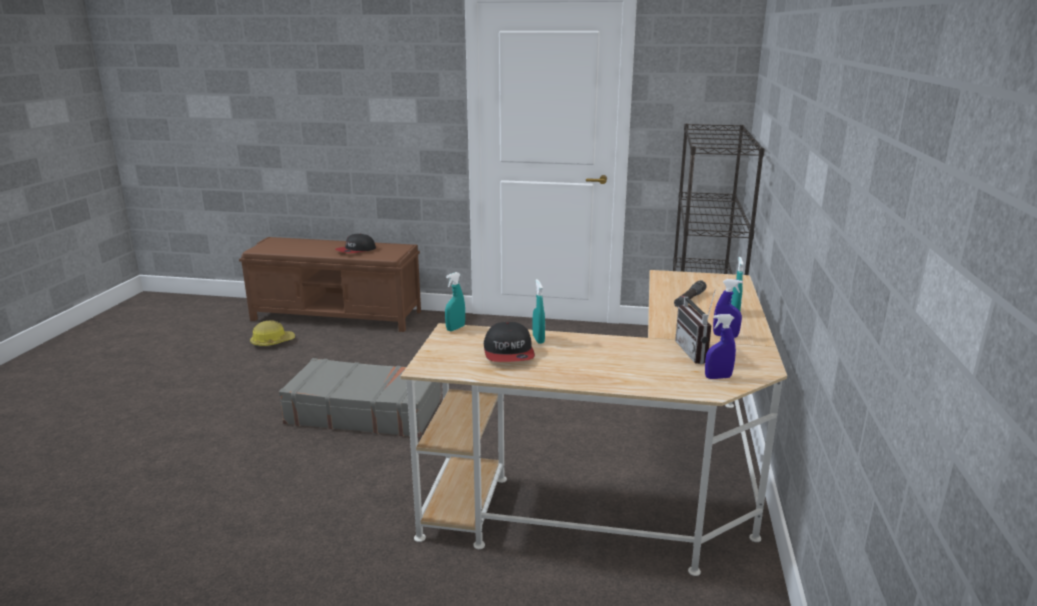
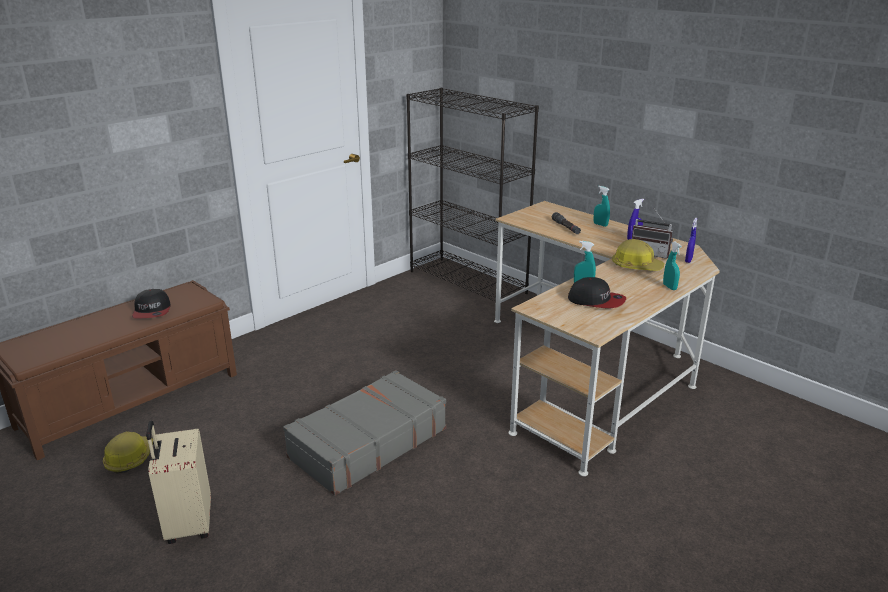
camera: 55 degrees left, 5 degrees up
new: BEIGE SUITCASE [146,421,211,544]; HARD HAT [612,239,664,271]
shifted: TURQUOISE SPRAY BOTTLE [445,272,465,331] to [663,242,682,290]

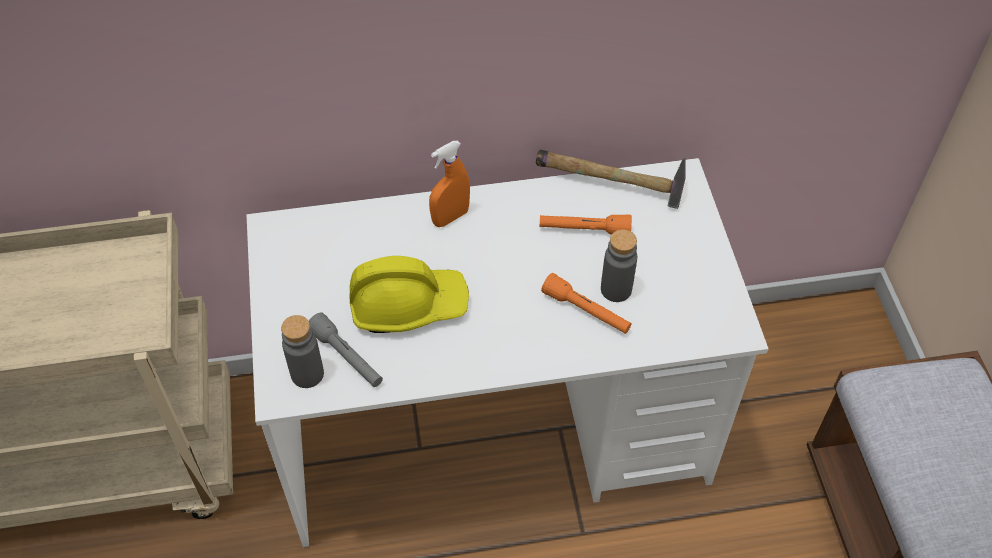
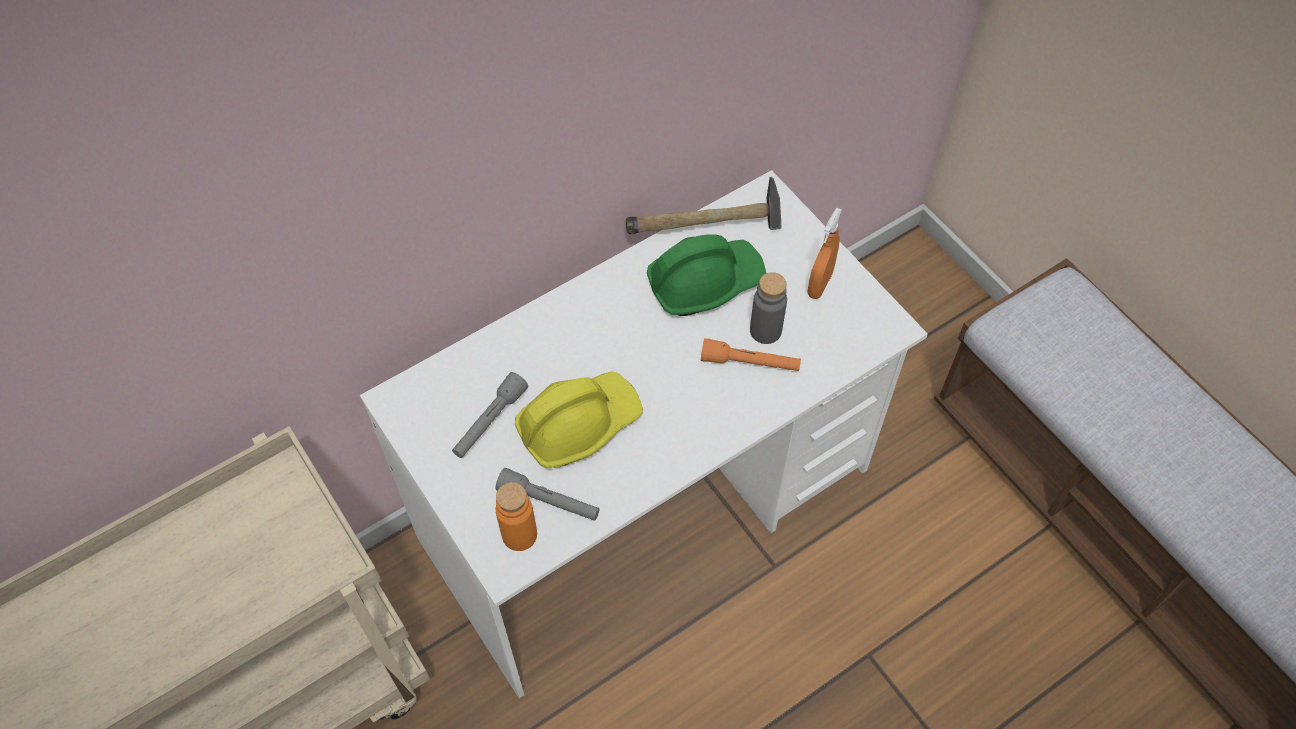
camera: 25 degrees left, 5 degrees up
new: GREY FLASHLIGHT [452,372,528,458]
shifted: ORANGE SPRAY BOTTLE [429,141,470,227] to [808,208,842,299]
swapped: ORANGE FLASHLIGHT [539,215,632,235] to GREEN HARD HAT [647,234,766,316]
repainted: GREY BOTTLE [281,315,324,388] to ORANGE BOTTLE [496,482,537,551]

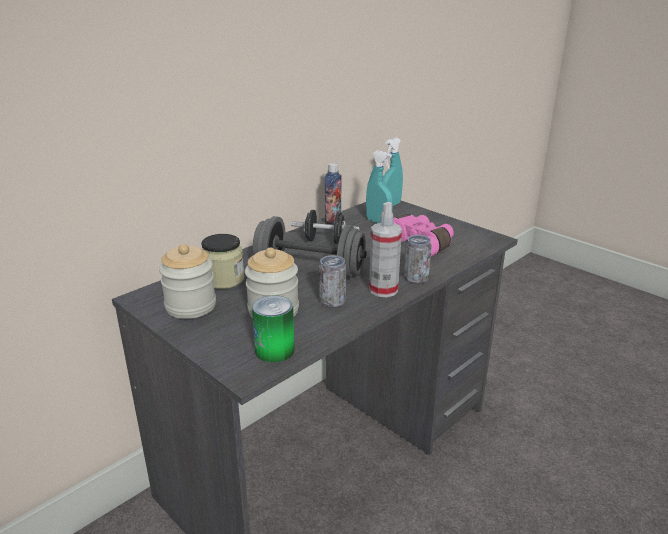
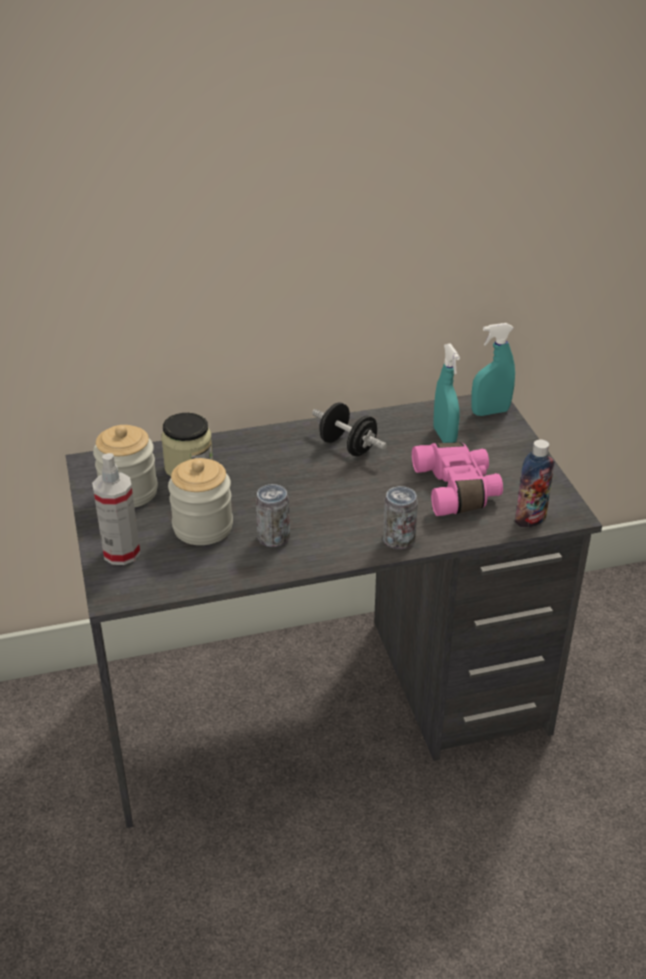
camera: 30 degrees right, 10 degrees up
gone: CAN [252,295,295,363]; GREY DUMBBELL [253,216,367,279]
shifted: BOTTLE [325,163,342,225] to [515,440,555,527]; SPRAY BOTTLE [369,202,402,297] to [92,453,140,565]

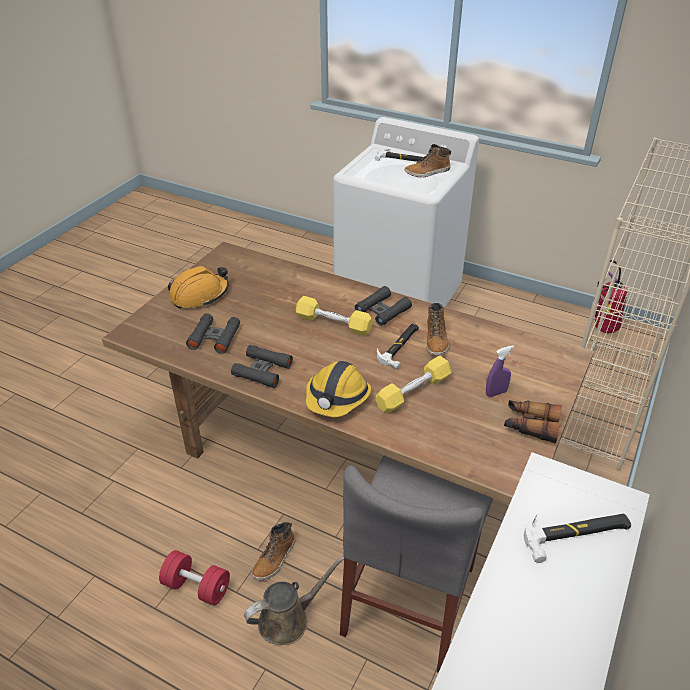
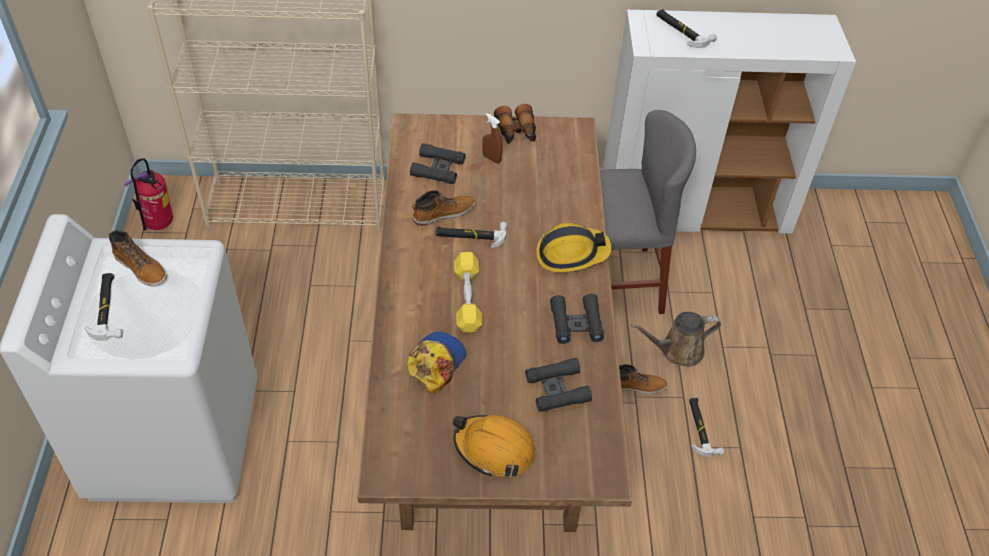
camera: 120 degrees left, 10 degrees up
gone: YELLOW DUMBBELL [376,355,452,413]
new: CAP [407,331,467,394]
shifted: BLACK BINOCULARS [355,286,412,326] to [410,143,466,184]
swapped: RED DUMBBELL [159,550,230,605] to HAMMER [689,398,724,457]
repainted: PURPLE SPRAY BOTTLE [486,346,514,397] to BROWN SPRAY BOTTLE [482,113,503,163]
rotated: BROWN WATERING CAN [244,556,344,645] = [631,312,721,367] 45 degrees counterclockwise

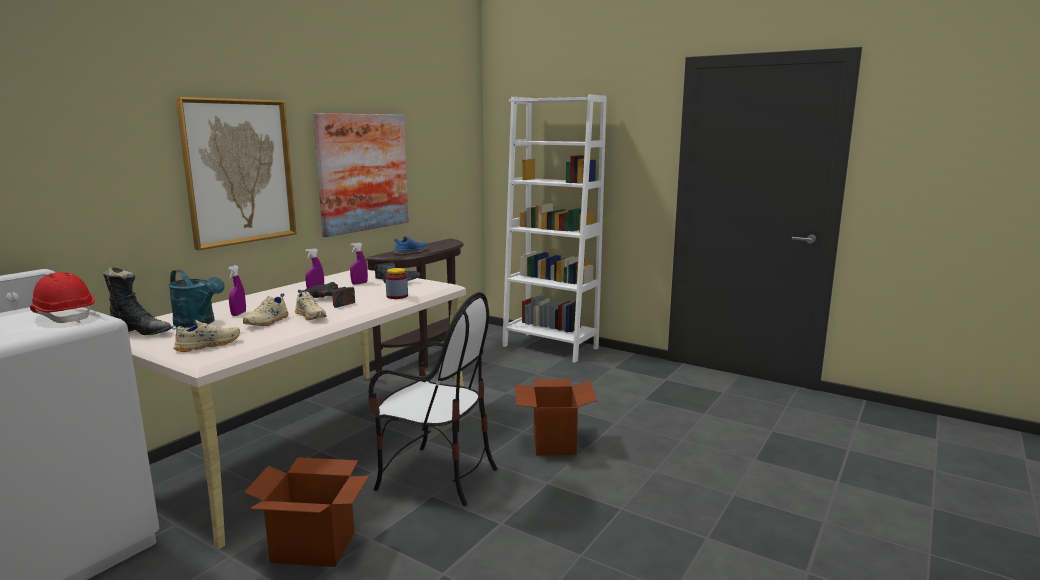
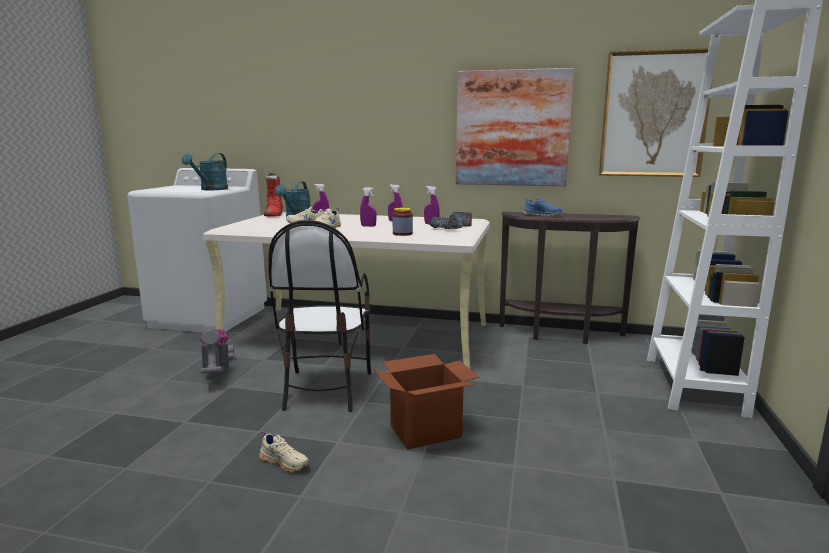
camera: 70 degrees right, 0 degrees up
shifted: BEIGE SHOE [172,320,240,352] to [259,431,309,472]; PICTURE [175,97,297,250] to [599,48,713,177]
swapped: RED HARD HAT [30,272,95,323] to TURQUOISE WATERING CAN [182,153,228,190]; CARDBOARD BOX [244,457,369,567] to VACUUM CLEANER [199,329,235,374]; POWER DRILL [301,282,355,308] to PURPLE SPRAY BOTTLE [360,188,376,227]
repainted: BLACK BOOT [102,267,172,335] to RED BOOT [264,173,283,217]

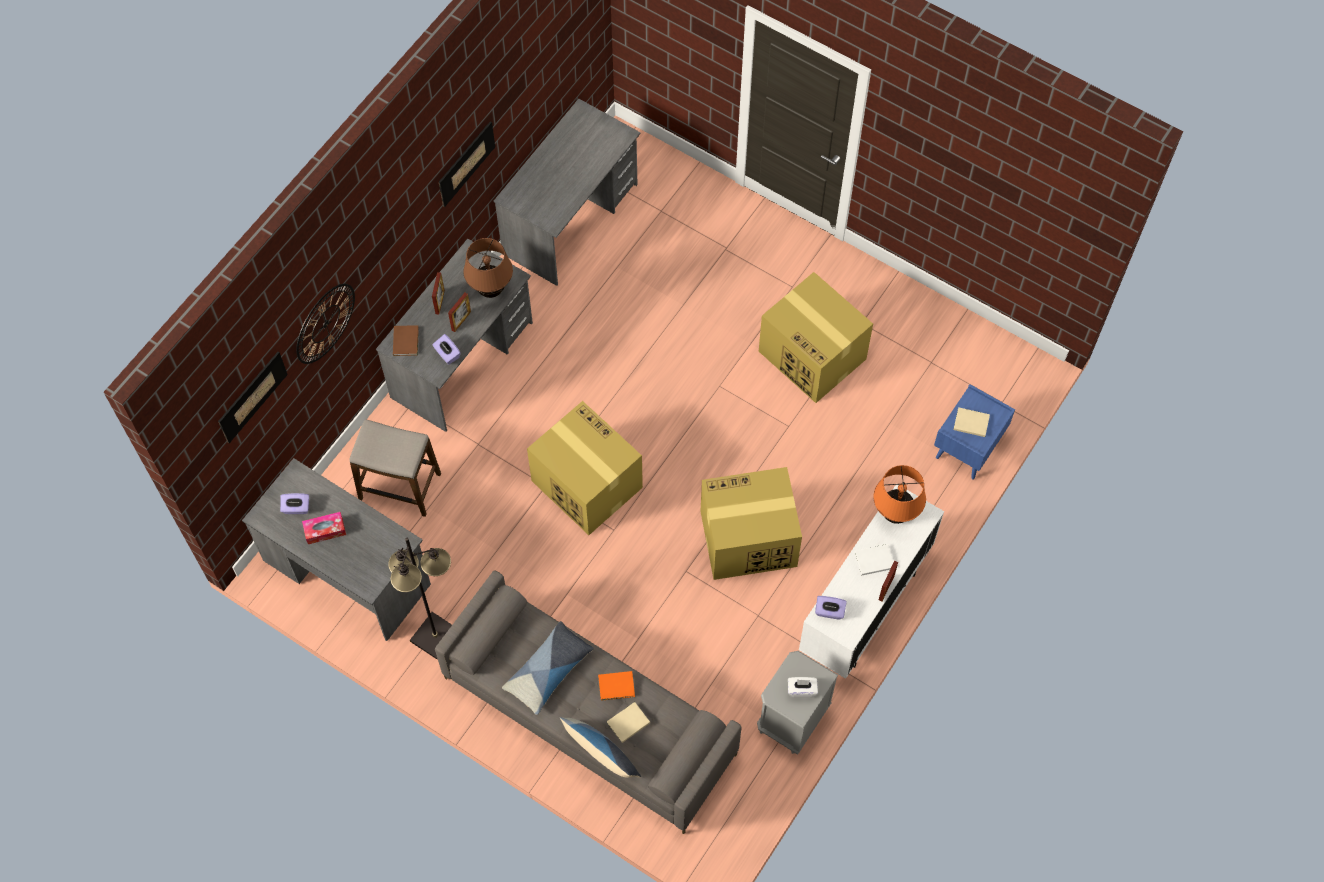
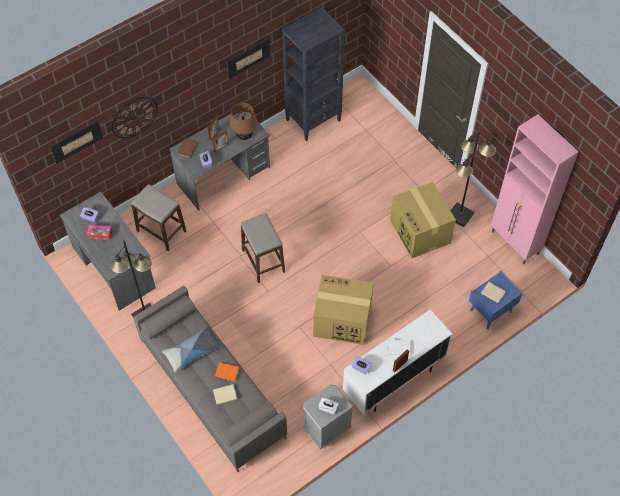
camera: 20 degrees right, 5 degrees down
gone: PILLOW [560,717,641,778]; ORANGE TABLE LAMP [873,465,926,524]
new: BLACK FLOOR LAMP [451,130,496,227]; PINK CABINET [491,114,579,264]
swapped: GREY DESK [493,98,640,286] to BLACK BOOKCASE [282,7,345,141]; CARDBOARD BOX [527,401,643,535] to STOOL [241,213,285,283]

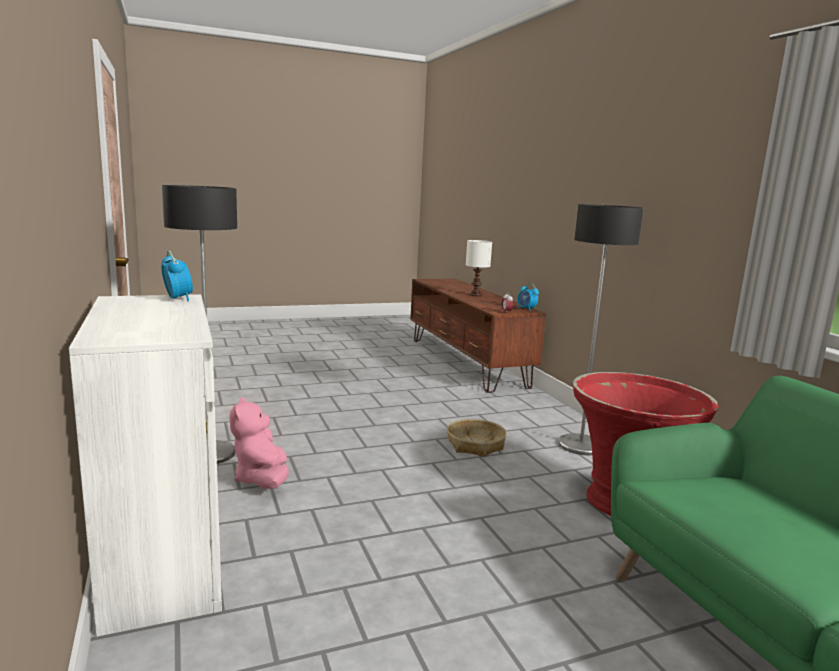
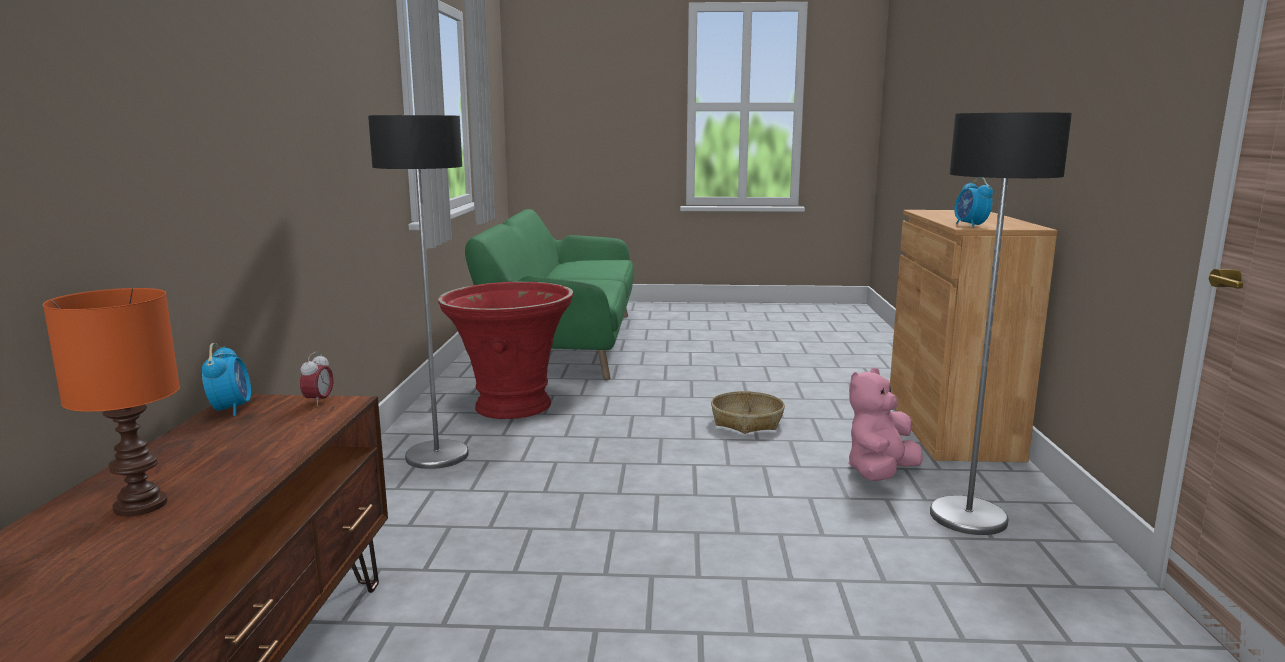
camera: 155 degrees left, 0 degrees up
shifted: BASKET [447,419,507,457] to [711,391,785,434]
repainted: WHITE CABINET [69,294,222,637] to BROWN CABINET [890,210,1057,462]; WHITE TABLE LAMP [466,240,492,296] to ORANGE TABLE LAMP [43,288,180,516]
rotated: PINK PLUSH TOY [230,397,289,489] = [849,368,923,481] 150 degrees counterclockwise

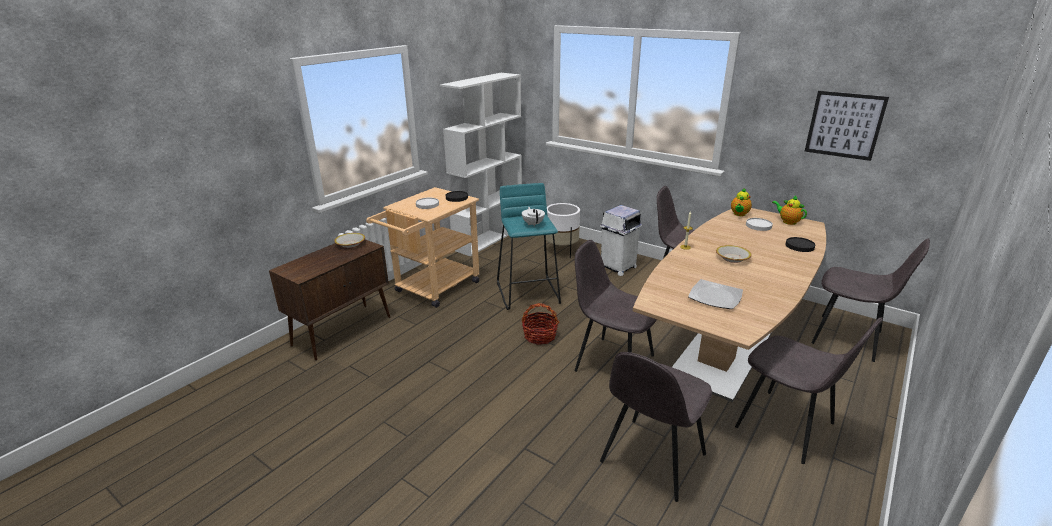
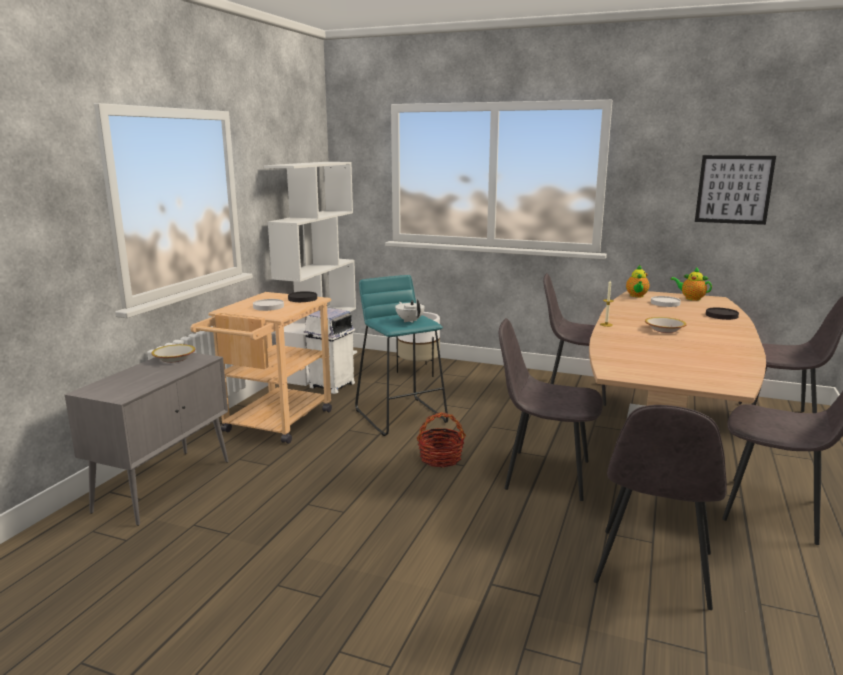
camera: 15 degrees left, 10 degrees down
gone: PLATE [688,279,743,309]
shifted: WHITE TRASH CAN [600,205,642,276] to [303,308,355,394]
repainted: BROWN CABINET [269,239,390,361] to GREY CABINET [65,353,228,526]

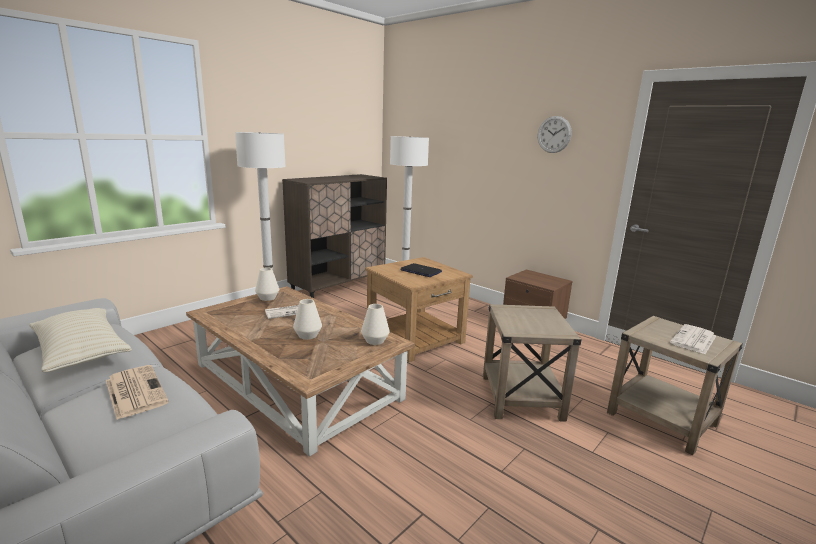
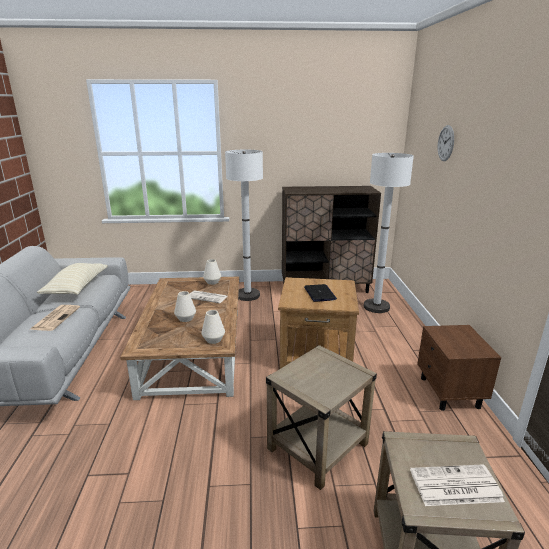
camera: 45 degrees right, 5 degrees up
shifted: WALL CLOCK [538,116,572,153] to [437,125,454,161]

